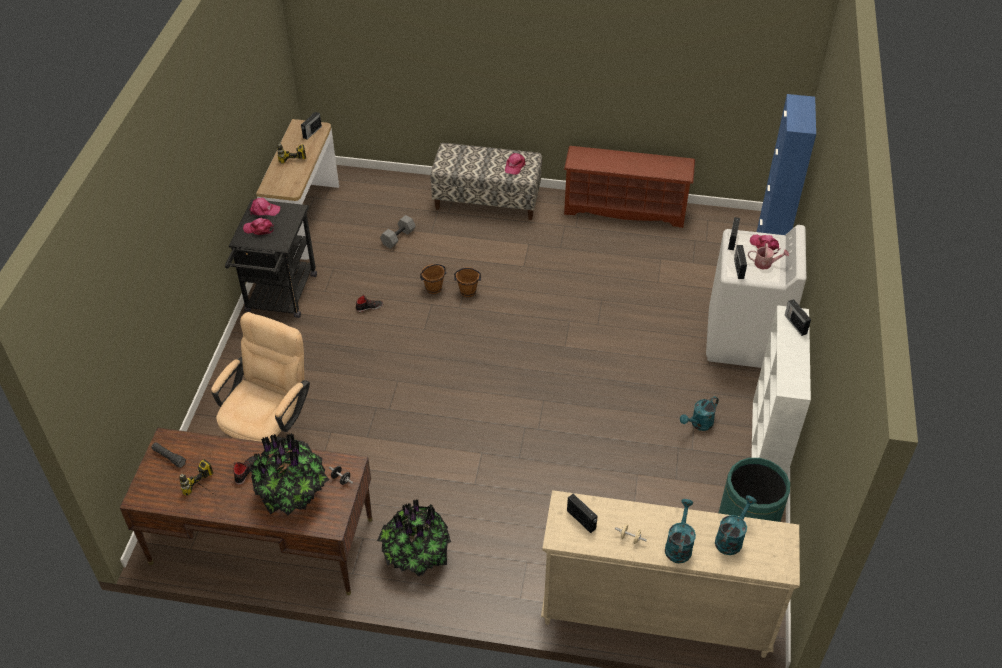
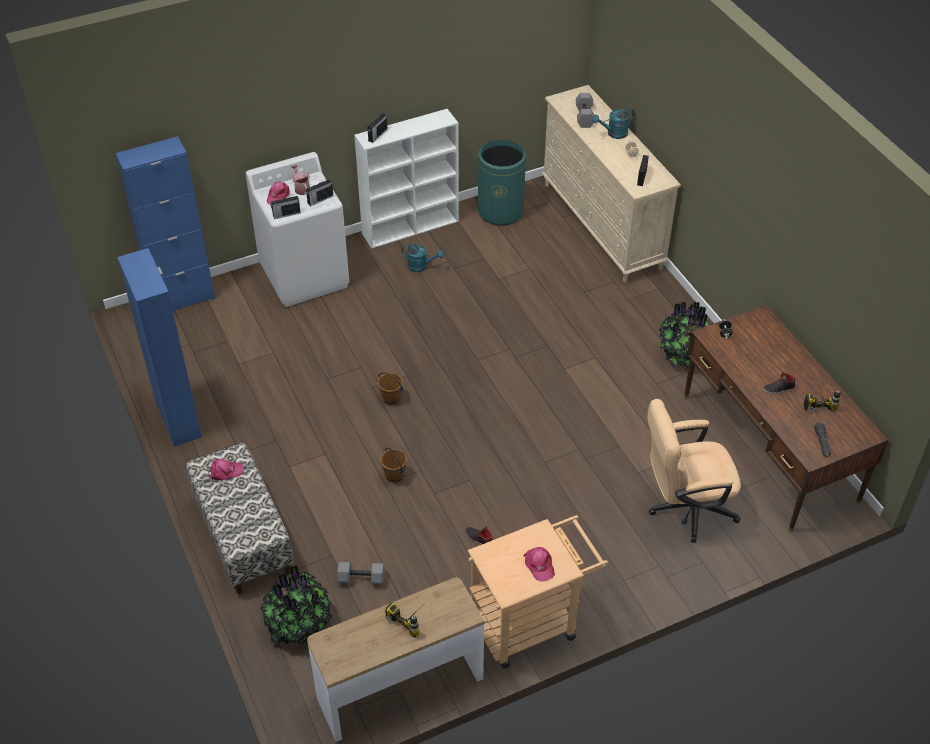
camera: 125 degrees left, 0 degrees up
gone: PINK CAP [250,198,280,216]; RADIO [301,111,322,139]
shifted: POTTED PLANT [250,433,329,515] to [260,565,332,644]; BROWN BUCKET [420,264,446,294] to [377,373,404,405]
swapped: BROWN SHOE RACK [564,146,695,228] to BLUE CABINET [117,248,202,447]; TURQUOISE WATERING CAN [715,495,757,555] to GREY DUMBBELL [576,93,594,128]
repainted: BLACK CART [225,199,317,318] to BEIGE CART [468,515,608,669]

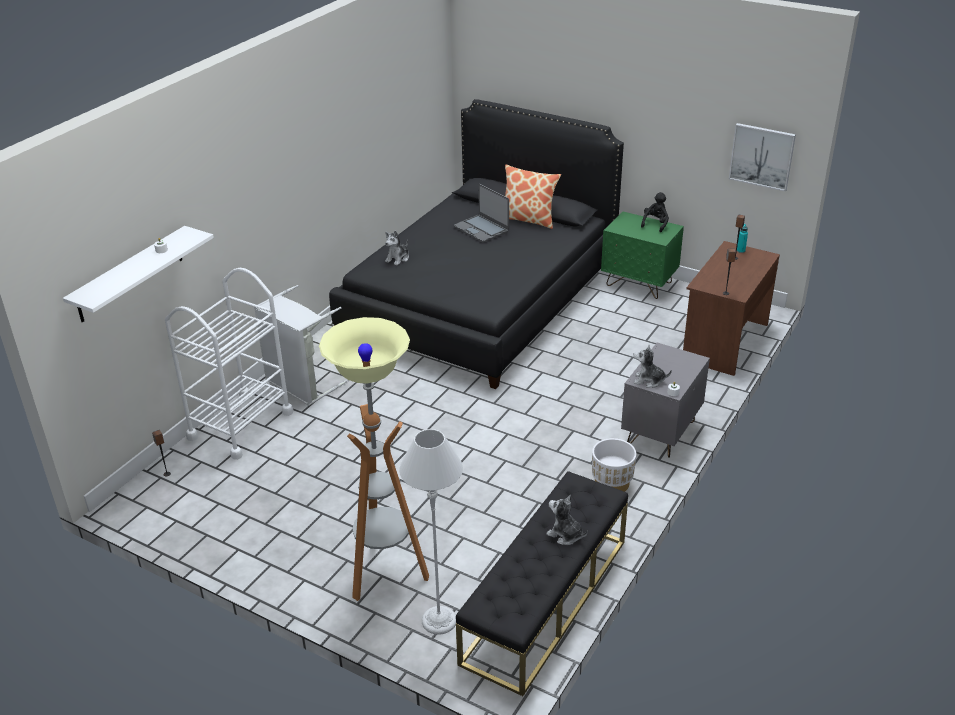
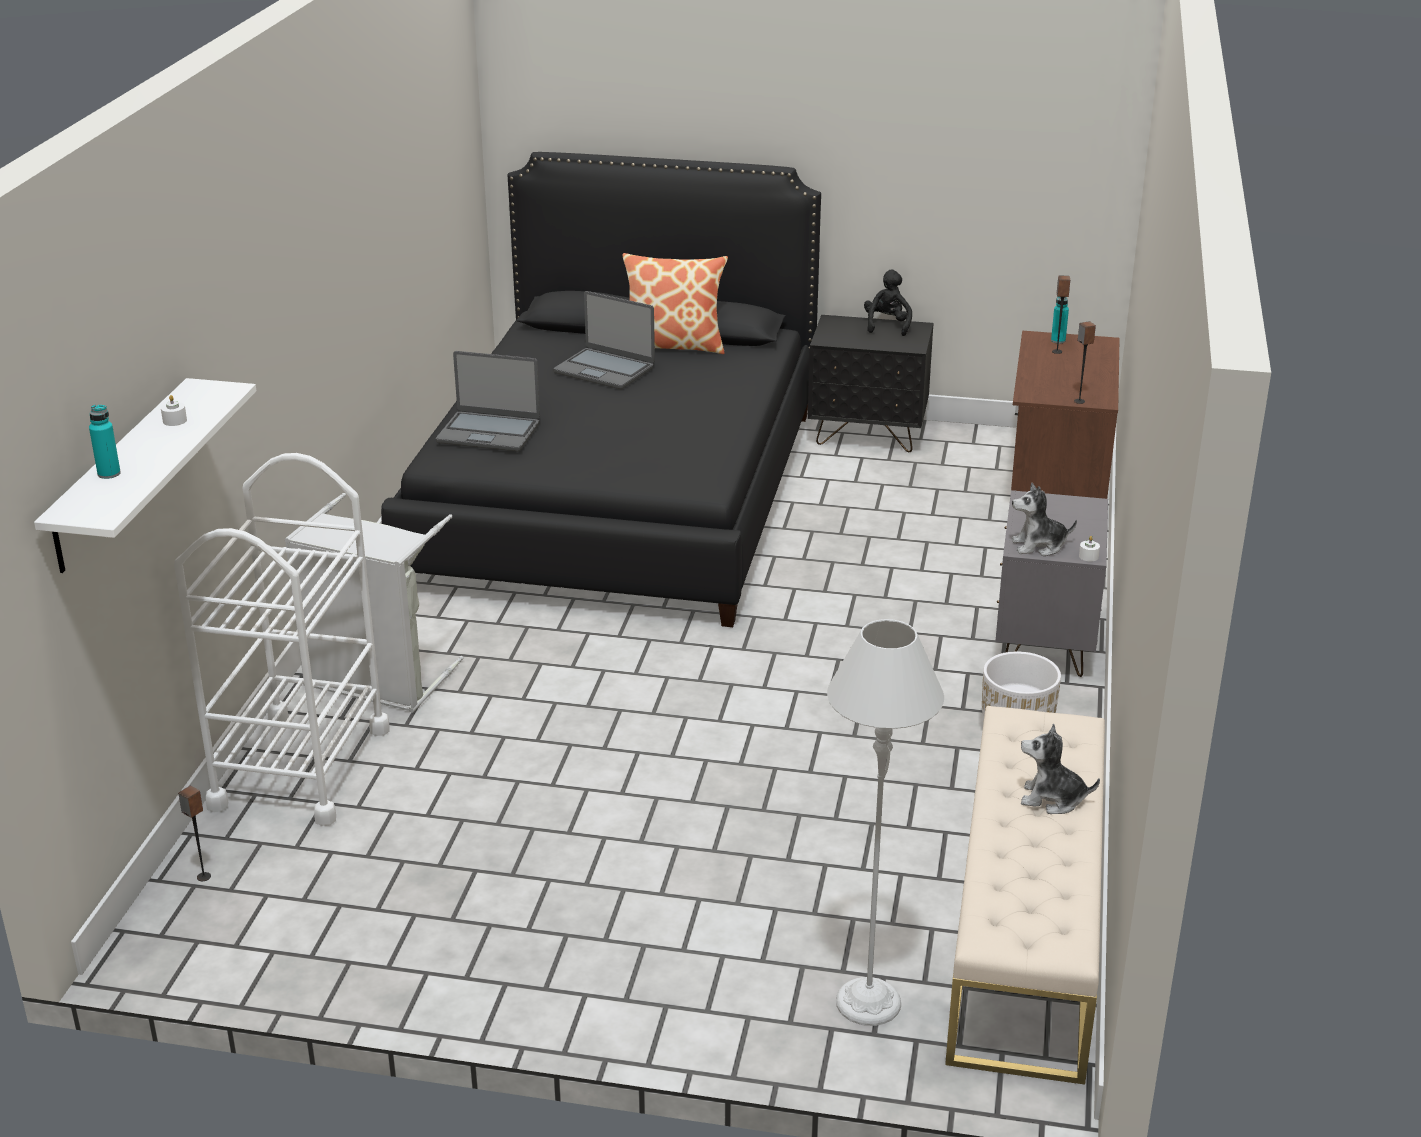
camera: 20 degrees left, 5 degrees down
gone: FLOOR LAMP [319,317,429,601]; PICTURE [729,123,796,191]
new: TURQUOISE BOTTLE [89,405,121,479]
swapped: PLUSH TOY [385,231,409,265] to LAPTOP [436,351,540,451]
repainted: BLACK BENCH [456,471,628,696] to BEIGE BENCH [945,706,1105,1085]; GREEN NIGHTSTAND [601,212,684,299] to BLACK NIGHTSTAND [808,315,934,452]

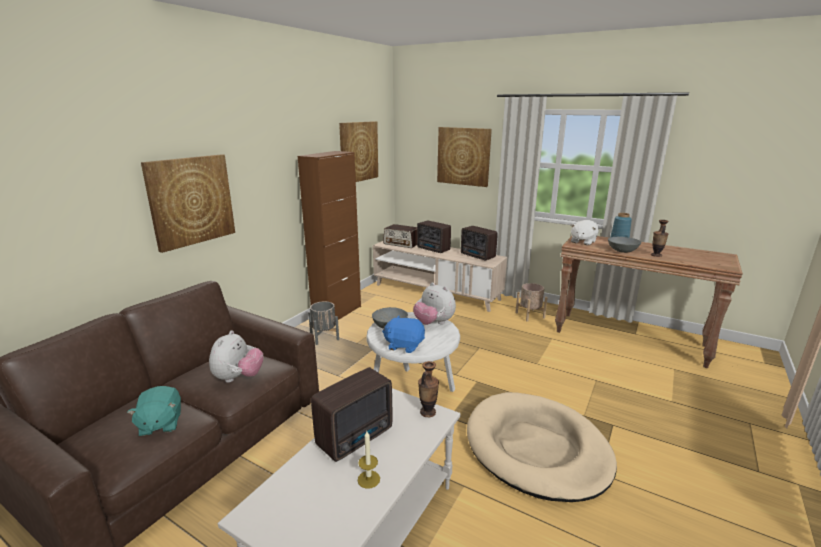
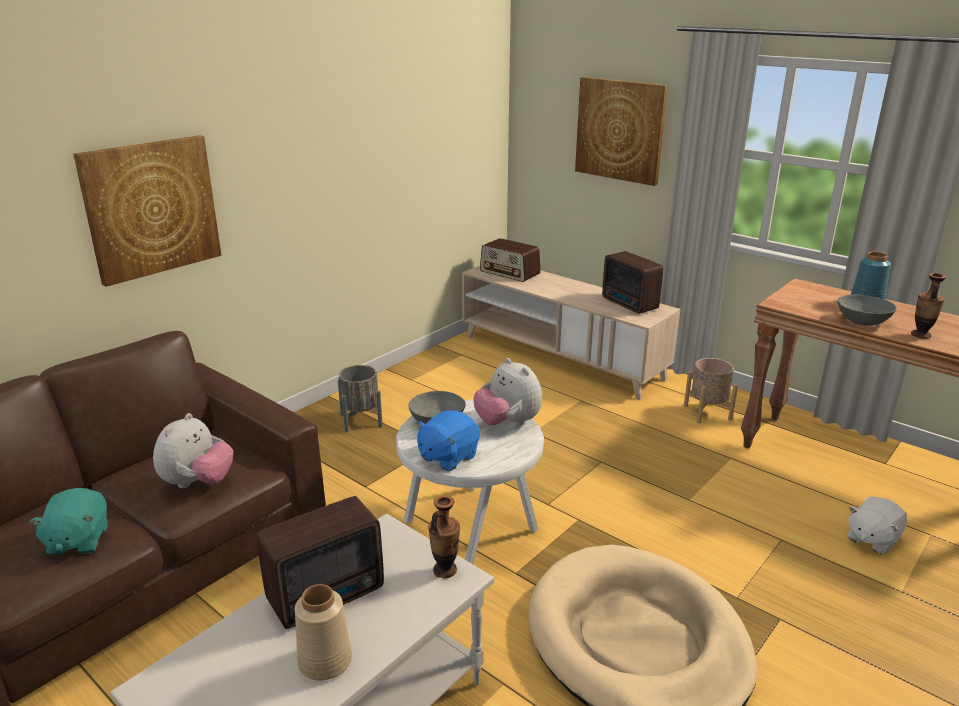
camera: 10 degrees right, 5 degrees up
gone: BROWN CABINET [298,151,361,320]; PICTURE [339,121,378,182]; RADIO [417,221,451,253]
shifted: WHITE PLUSH TOY [571,220,599,245] to [847,496,907,555]
swapped: CANDLE [358,431,380,489] to BEIGE VASE [295,584,352,681]
rotated: BLUE PLUSH TOY [382,315,425,353] = [416,410,480,471] 75 degrees counterclockwise

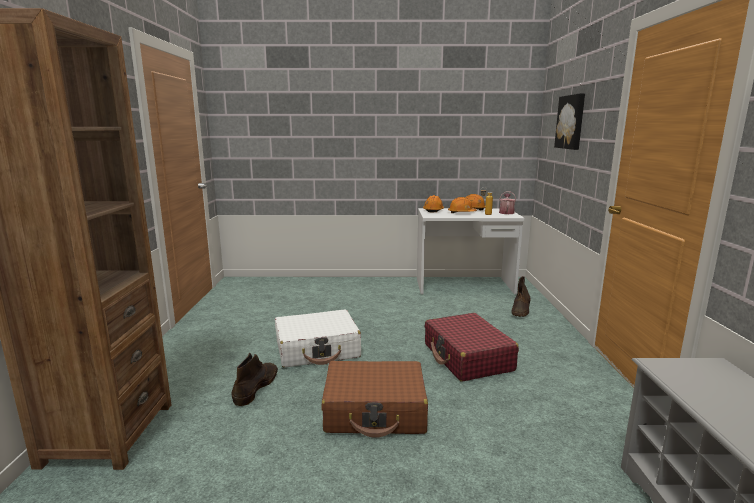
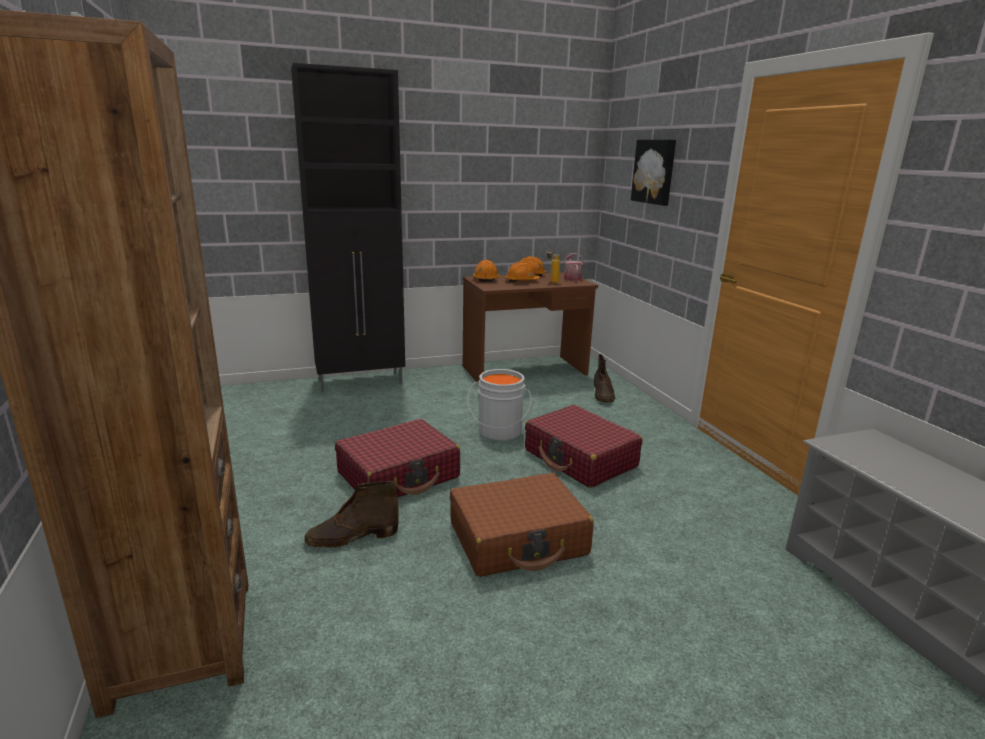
camera: 20 degrees left, 5 degrees up
new: BLACK CABINET [291,63,405,392]; GREY BUCKET [467,369,532,440]
repainted: WHITE SUITCASE [275,309,361,368] to RED SUITCASE [335,419,460,497]; WHITE DESK [417,208,525,294] to BROWN DESK [463,272,598,382]
rotated: BROWN BOOT [231,353,278,406] = [304,481,399,549] 105 degrees counterclockwise

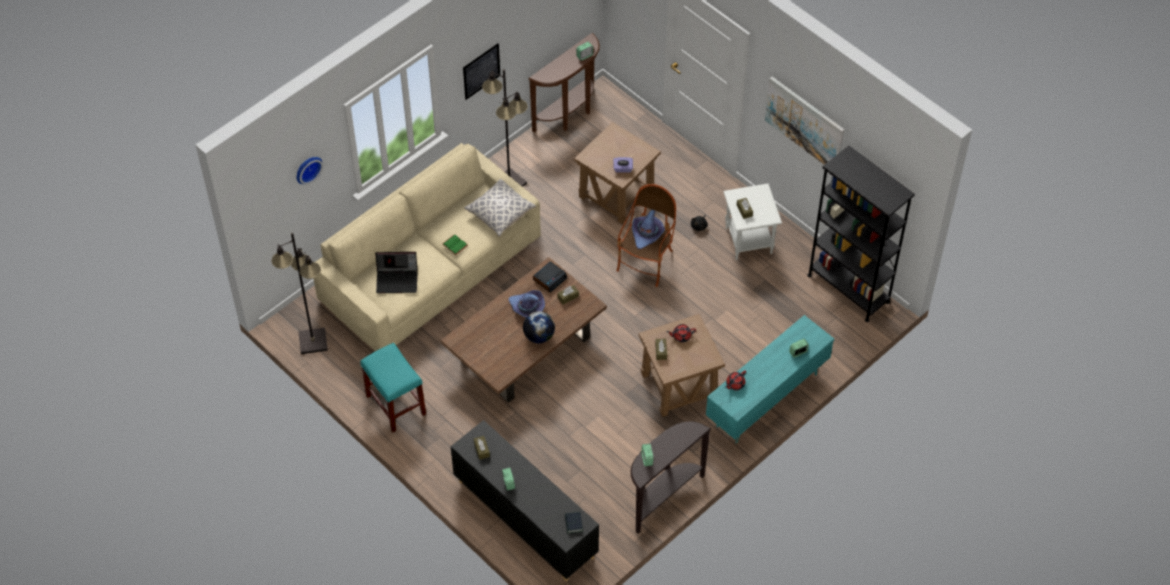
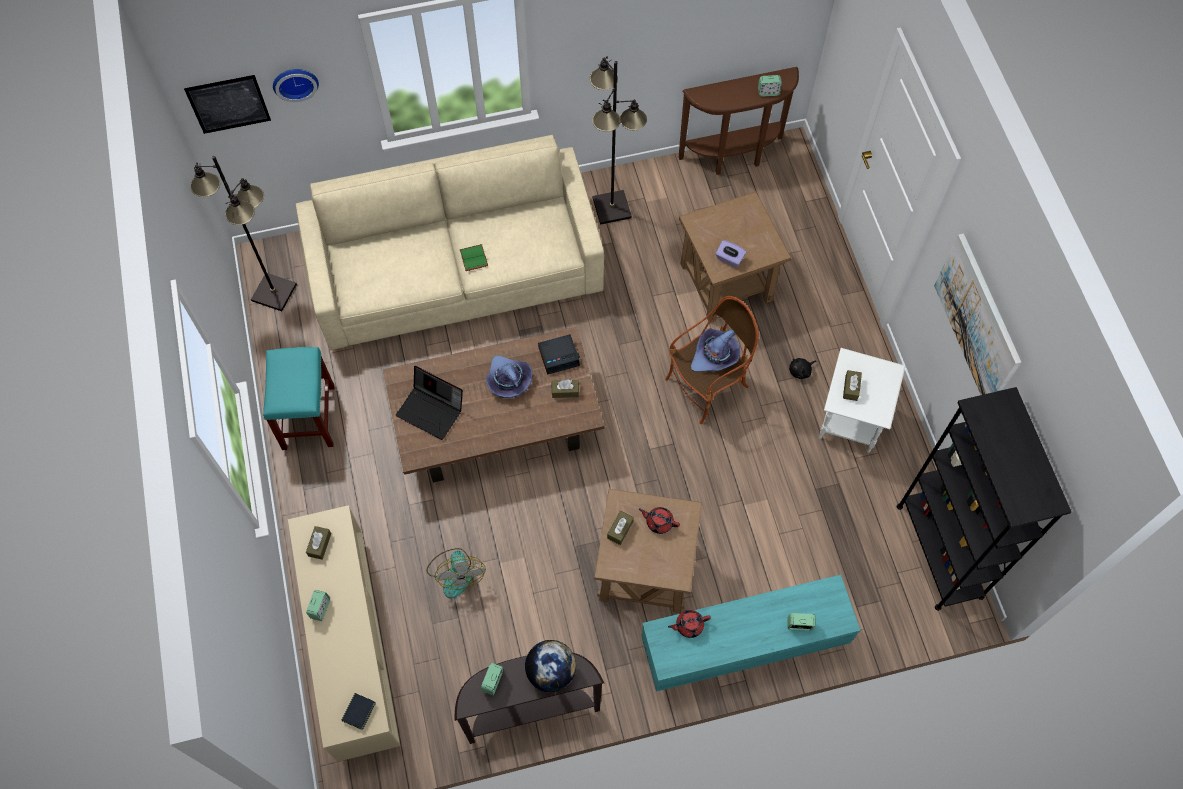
camera: 30 degrees right, 10 degrees up
gone: PILLOW [464,179,536,237]
new: FAN [426,548,486,598]
shifted: LAPTOP [375,252,417,293] to [396,366,463,440]; PICTURE [463,44,500,100] to [184,75,271,134]; GLOBE [523,311,555,343] to [525,640,576,692]
repainted: BLACK CABINET [451,420,599,582] to BEIGE CABINET [288,505,400,762]

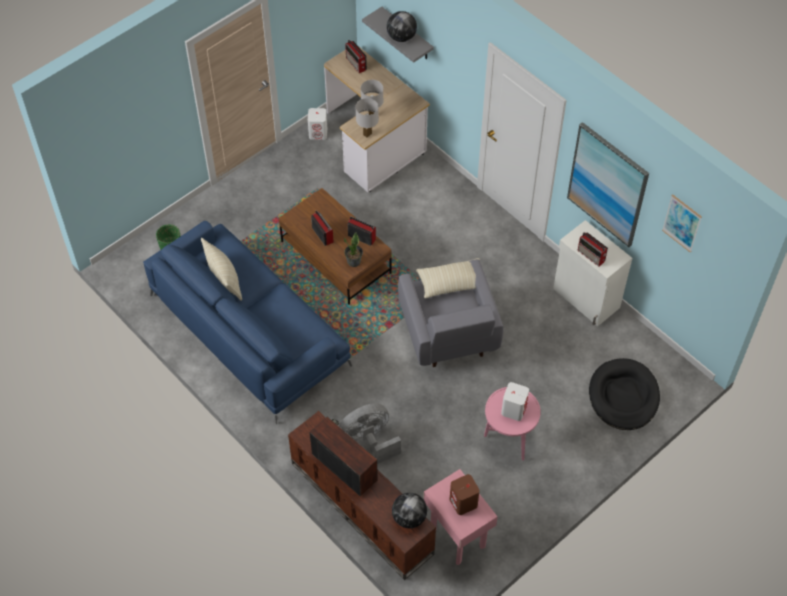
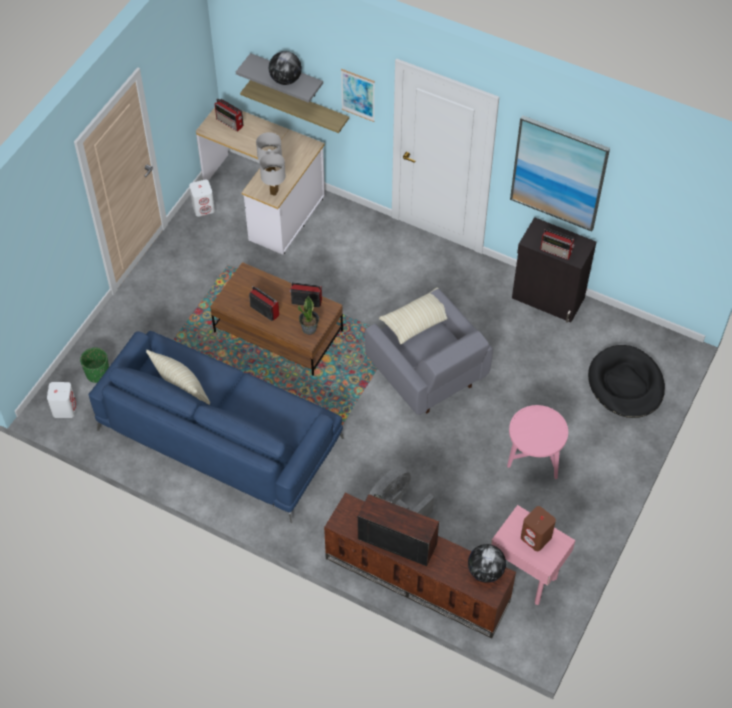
camera: 20 degrees left, 0 degrees up
new: SHELF [240,80,349,133]
shifted: WHITE SPEAKER [501,382,529,421] to [47,382,76,418]; PICTURE [662,194,702,252] to [341,69,375,122]
repainted: WHITE CABINET [553,220,632,326] to BLACK CABINET [512,217,596,323]

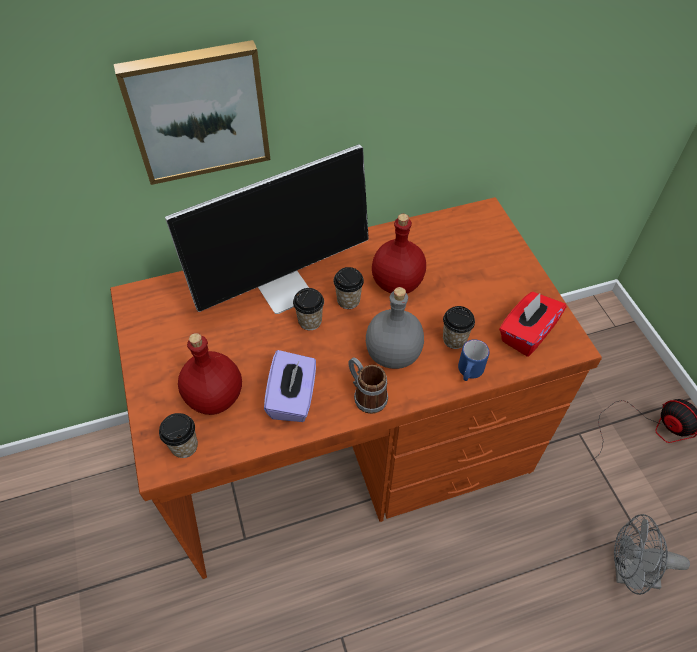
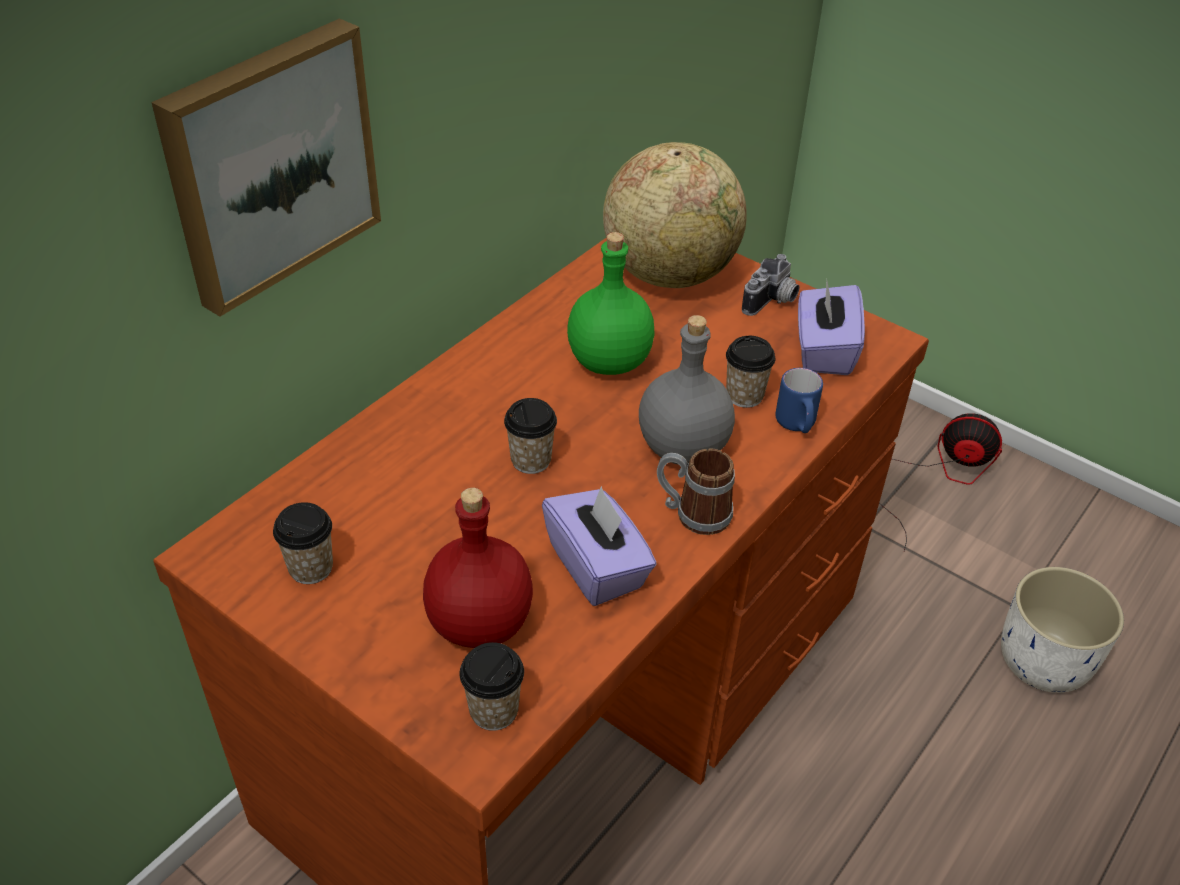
camera: 35 degrees left, 10 degrees down
gone: MONITOR [165,144,369,314]
new: GLOBE [603,142,747,288]; PHOTO CAMERA [742,254,800,316]
shifted: CUP [333,267,364,309] to [273,502,333,584]
swapped: GREY FAN [614,514,690,595] to WHITE PLANTER [1001,567,1124,693]
repainted: RED BOTTLE [372,214,426,294] to GREEN BOTTLE [567,232,655,375]; RED TISSUE BOX [499,292,566,356] to PURPLE TISSUE BOX [798,279,865,375]

